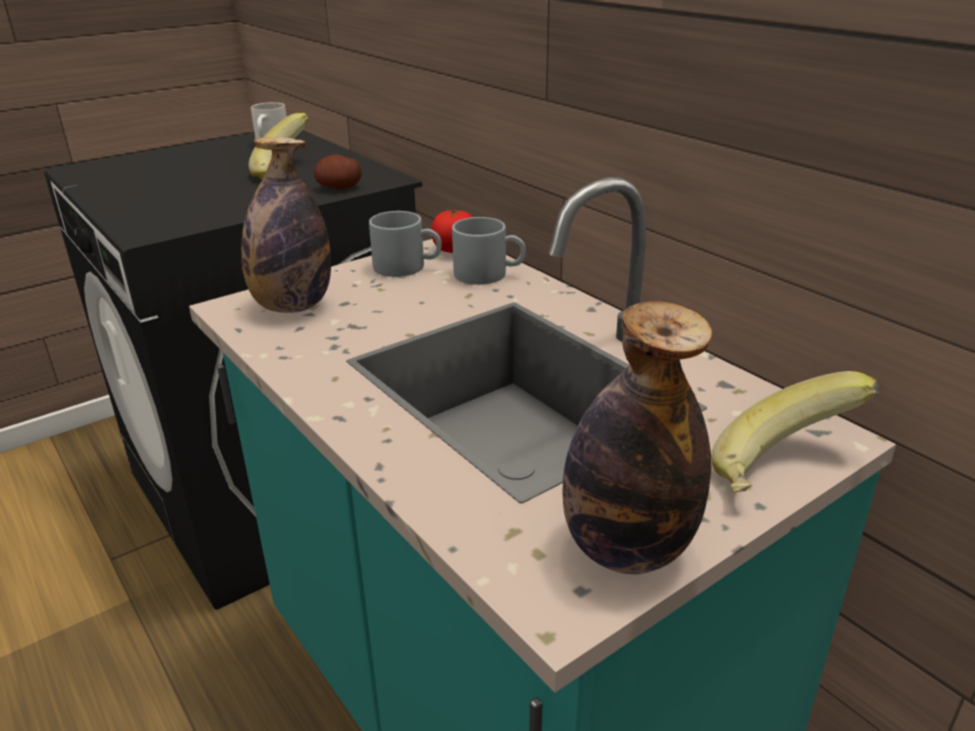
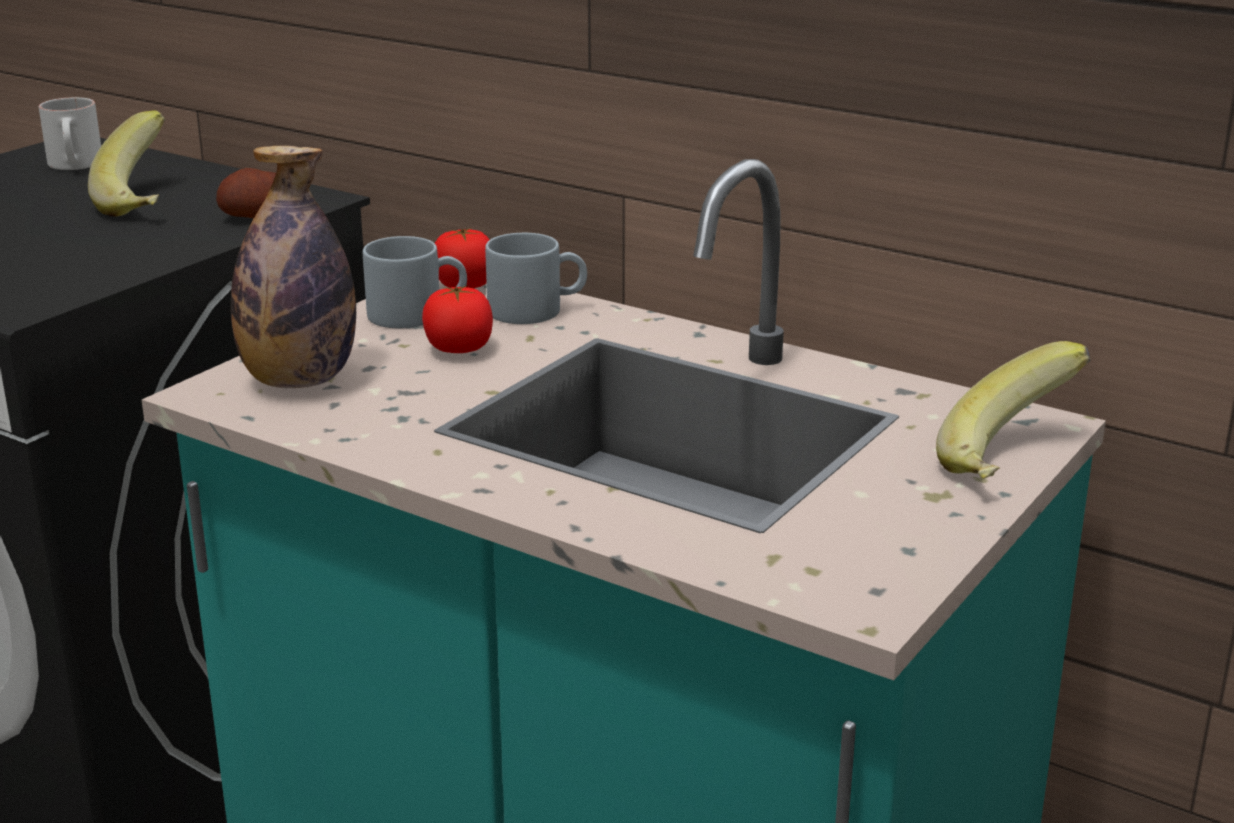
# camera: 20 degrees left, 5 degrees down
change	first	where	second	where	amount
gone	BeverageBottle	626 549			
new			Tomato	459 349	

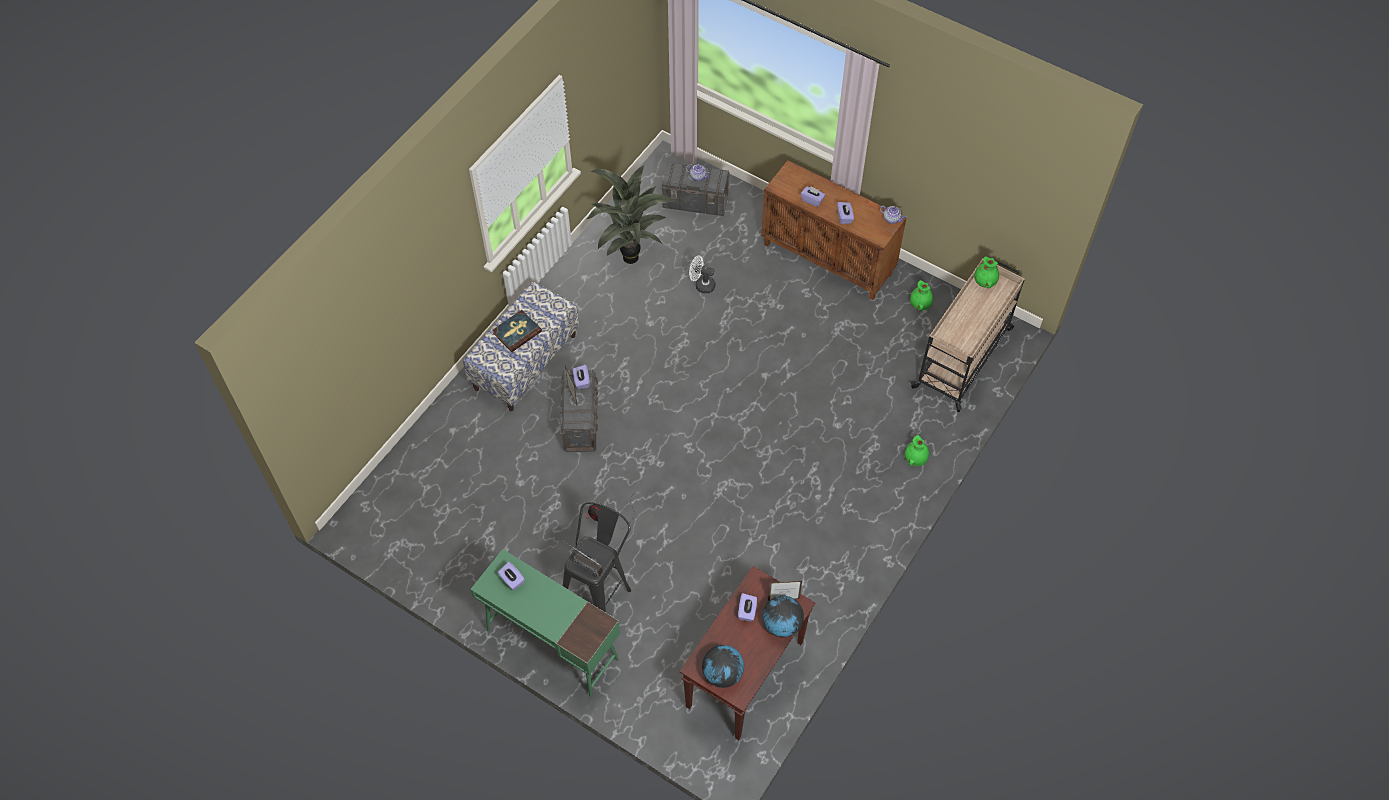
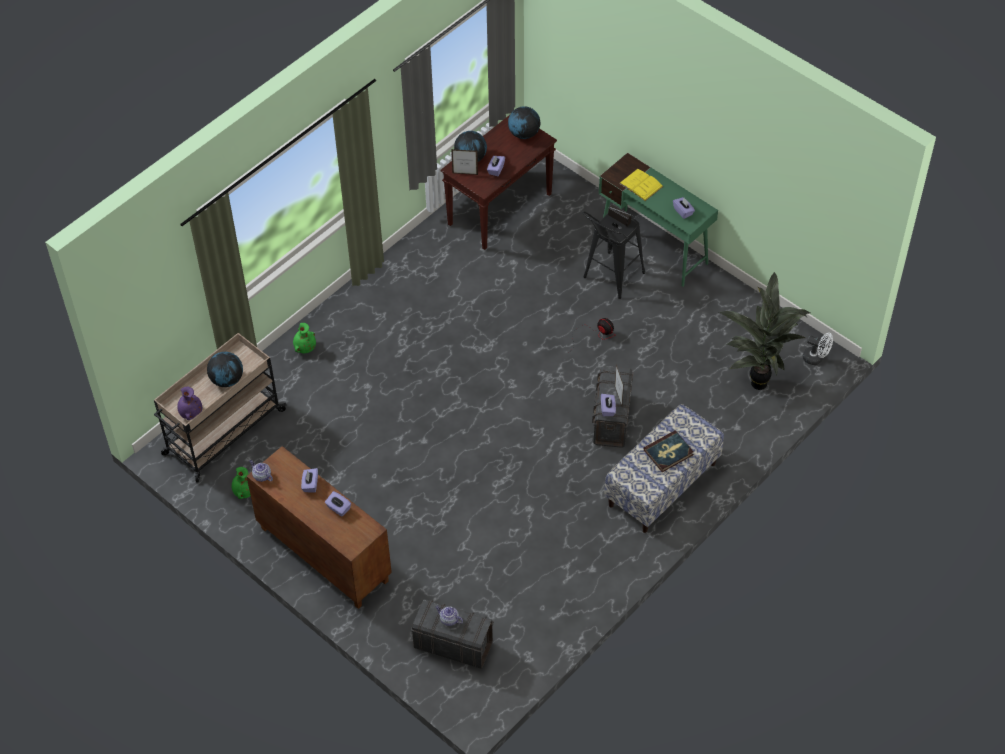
# camera: 170 degrees left, 5 degrees down
change	first	where	second	where	amount
shifted	Houseplant	631 260		759 380	
shifted	WhiteElectricFan	701 285		816 358	
repainted	GreenFlowerVase	985 281	PurplishFlowerVase	190 413	
new			WorldGlobe	227 380	
new			YellowVolume	641 185	

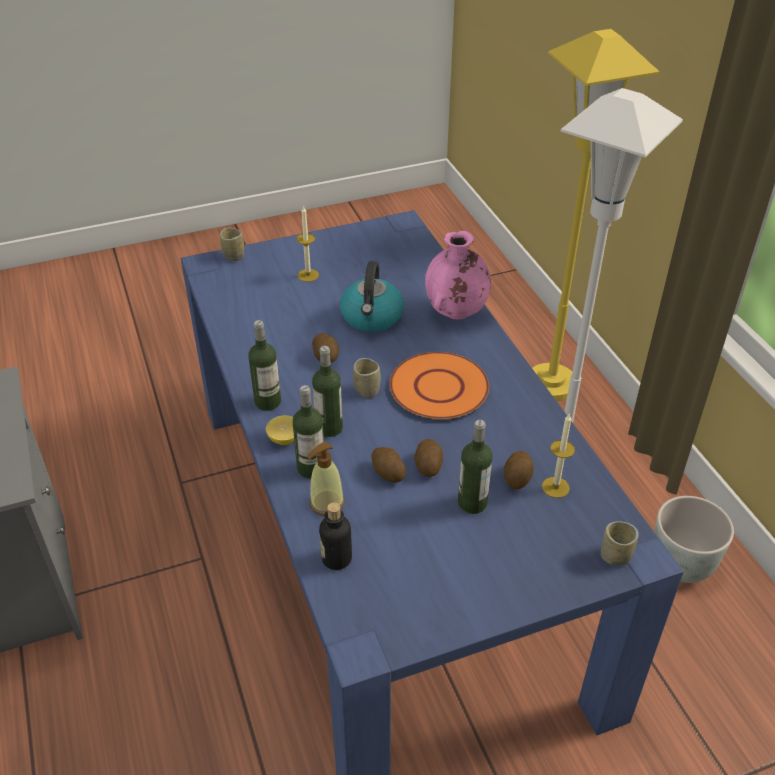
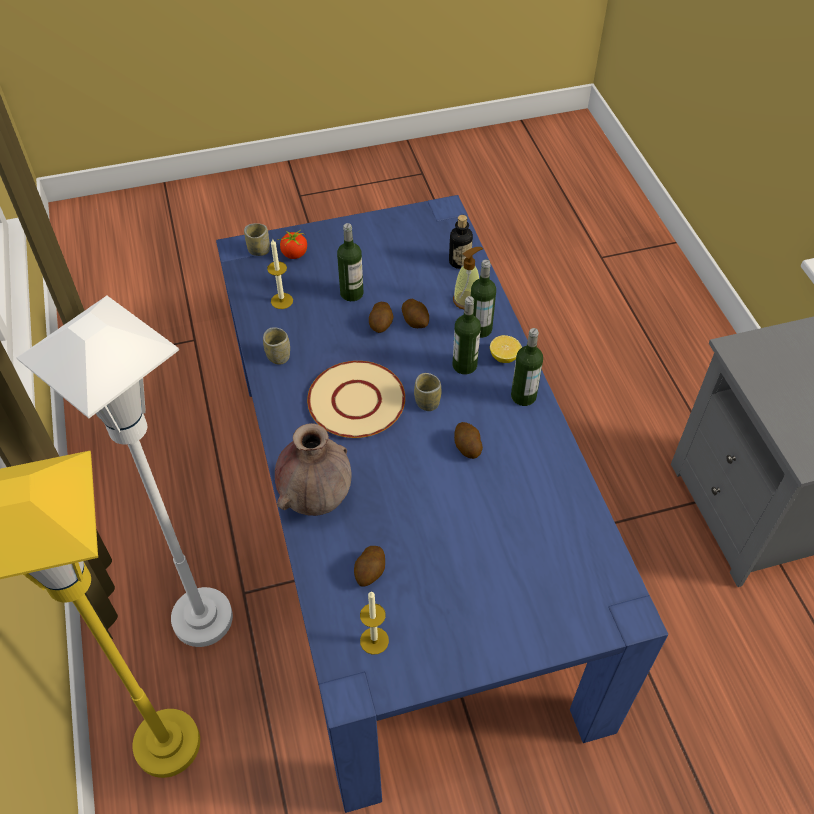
# camera: 175 degrees left, 10 degrees up
change	first	where	second	where	amount
shifted	DrinkingCup	233 256		278 356	
shifted	WaxCandle	308 275		374 640	
gone	WaterKettle	372 317			
repainted	OrangePlate	438 387	SandColouredPlate	357 401	
repainted	PinkishFlowerVase	456 314	BrownishFlowerVase	316 499	
shifted	WholePotato	517 478		370 572	
gone	GreyishPlanter	682 564			
new			Tomato	294 254	

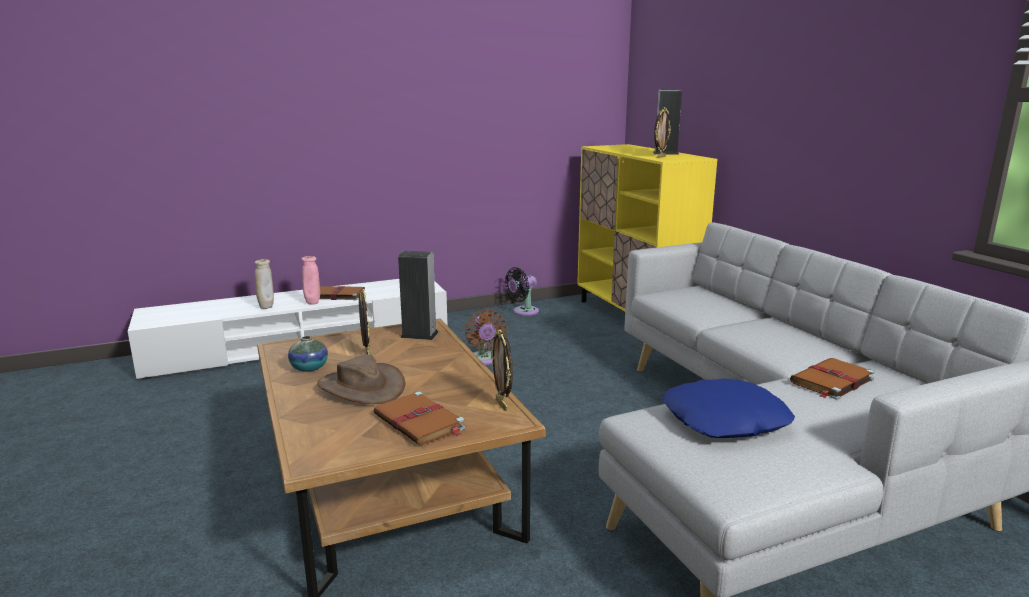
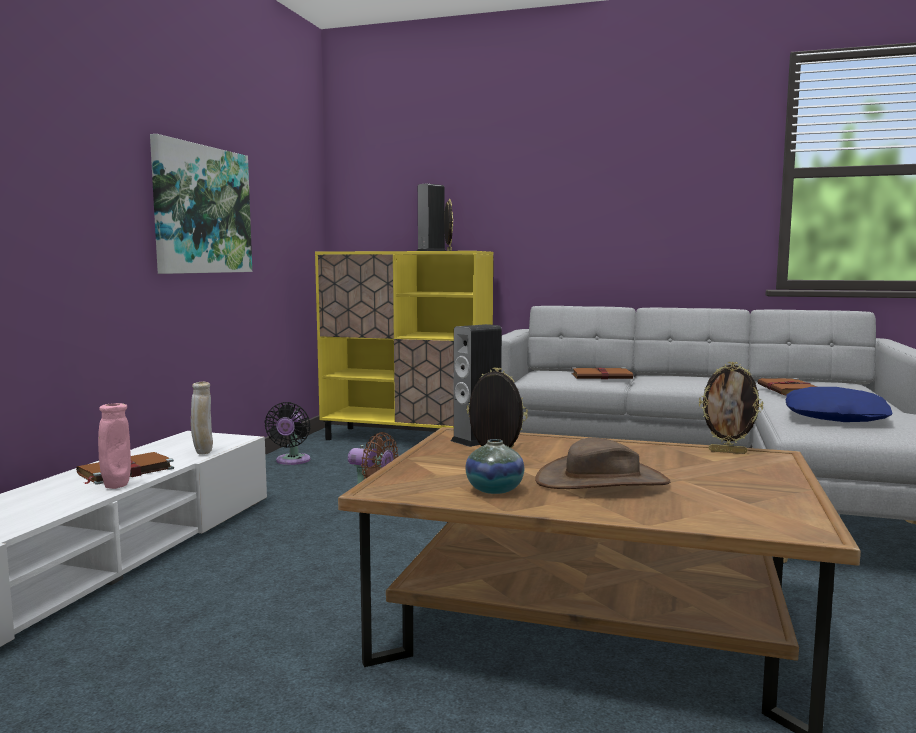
# camera: 50 degrees left, 10 degrees down
change	first	where	second	where	amount
shifted	SandColouredFlowerVase	266 307		203 453	
shifted	BrownishVolume	420 422		602 376	
new			WallArt	202 210	

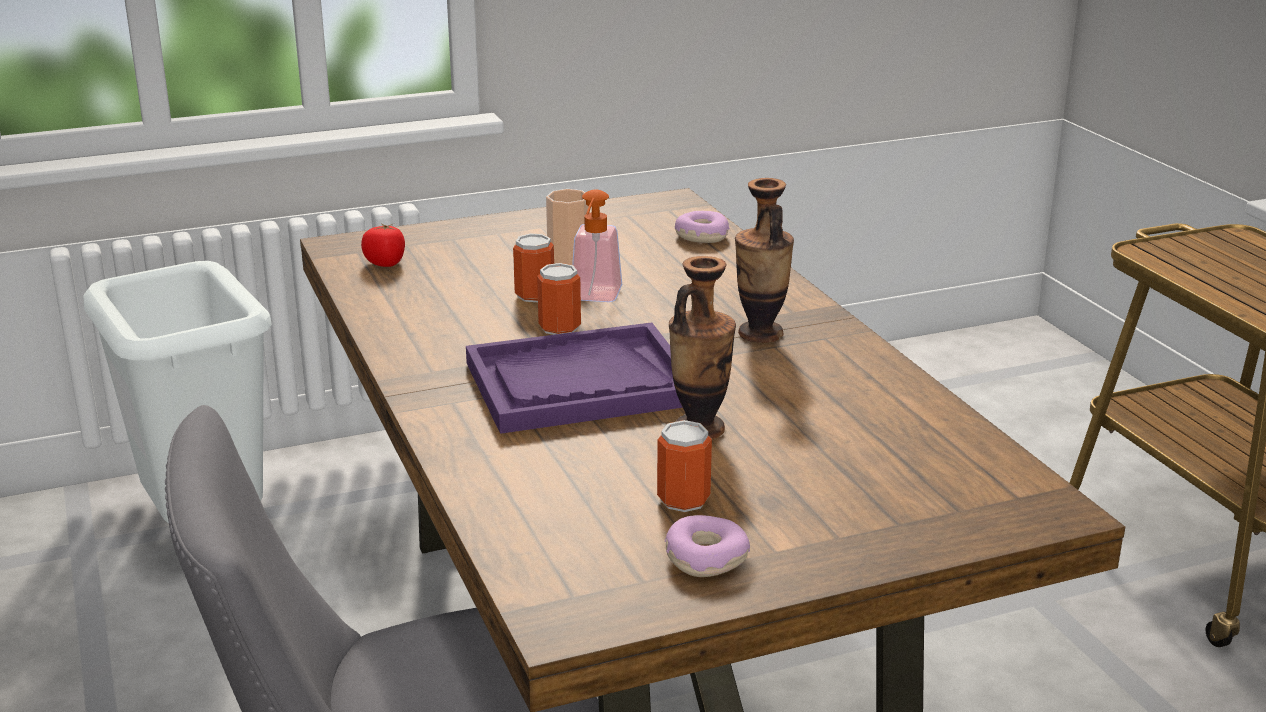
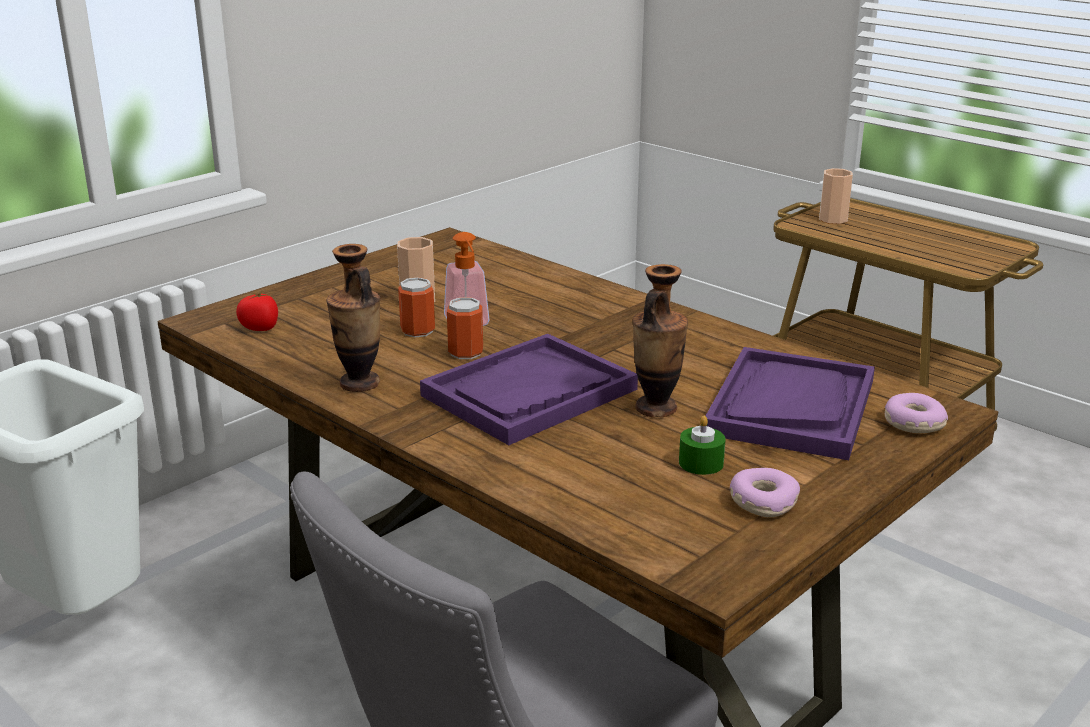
# camera: 25 degrees left, 0 degrees up
change	first	where	second	where	amount
swapped	MetalCan	683 500	GreenWaxCandle	701 463	
shifted	Doughnut	701 236		913 423	
shifted	FlowerVase	760 334		359 383	
new			PurplishCarryingTray	791 406	
new			DrinkingCup	833 219	

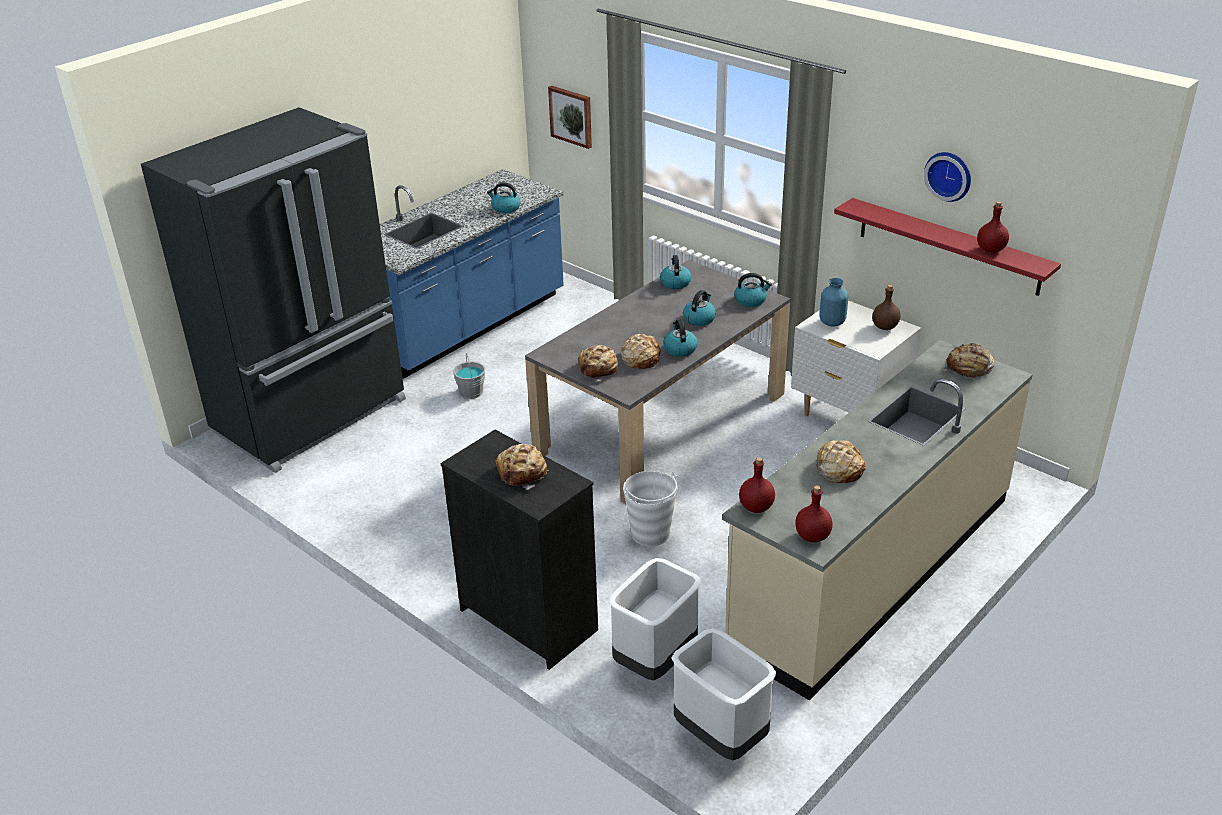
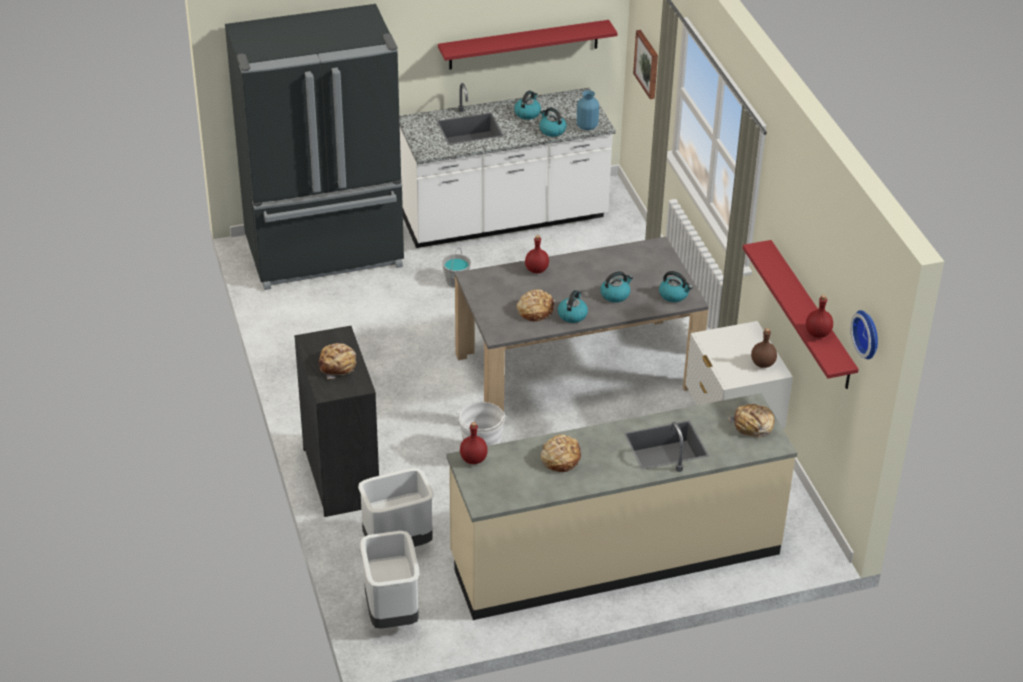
# camera: 30 degrees right, 5 degrees up
change	first	where	second	where	amount
repainted	BlueKitchenCounter	465 326	WhiteKitchenCounter	504 218	
gone	BakedBread	599 369			
shifted	WaterKettle	675 283		527 113	
shifted	RedColouredBeverageBottle	812 537		536 270	
shifted	BlueFlowerVase	832 322		587 126	
shifted	HangingClock	949 175		868 334	
new			RedColouredWallShelf	524 44	

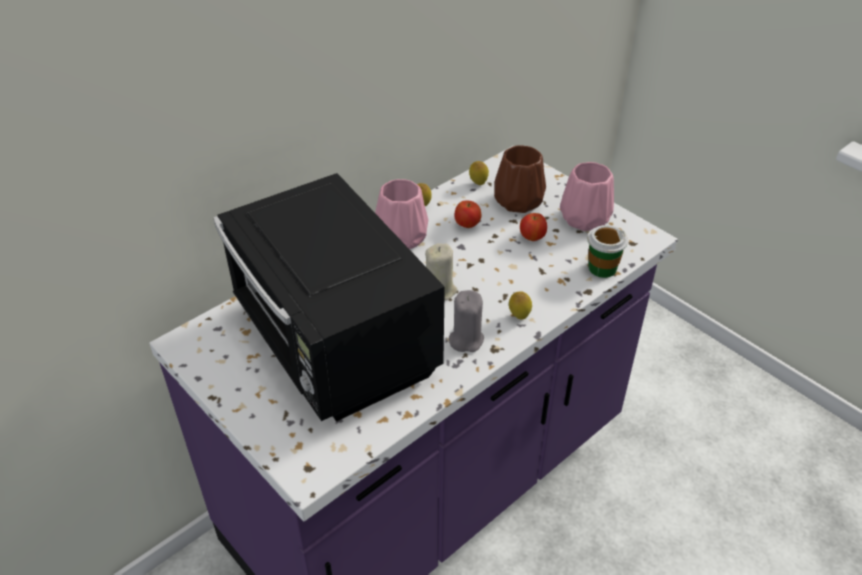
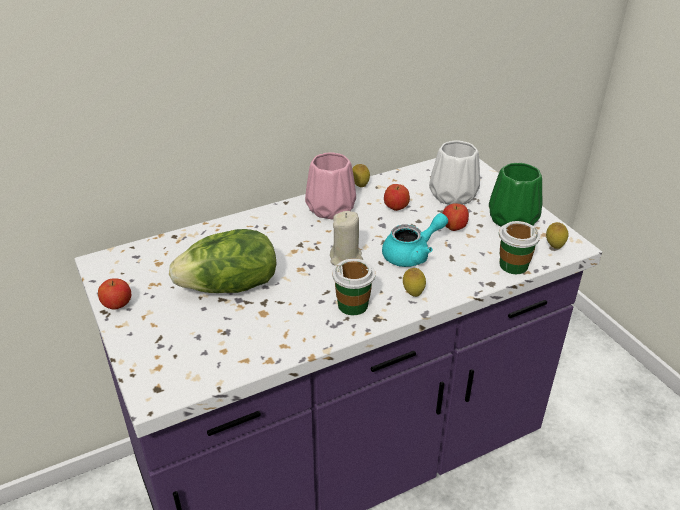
# camera: 15 degrees right, 5 degrees down
change	first	where	second	where	amount
swapped	BlackColouredMicrowave	334 344	HeadOfLettuce	230 287	
swapped	GreyishWaxCandle	466 339	DrinkingCup	353 305	
shifted	CitrusFruit	478 184		554 247	
repainted	BrownishFlowerVase	517 201	WhiteFlowerVase	451 195	
repainted	PinkishFlowerVase	584 217	GreenFlowerVase	512 218	
new			WholeApple	117 305	
new			TurquoiseColouredTeapot	412 254	

